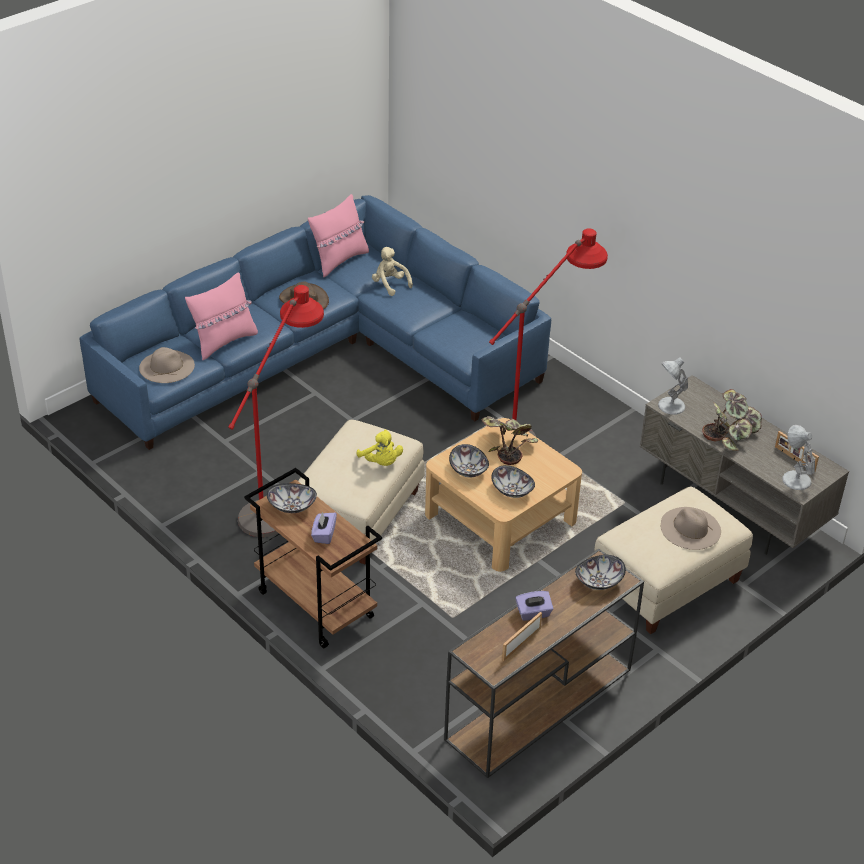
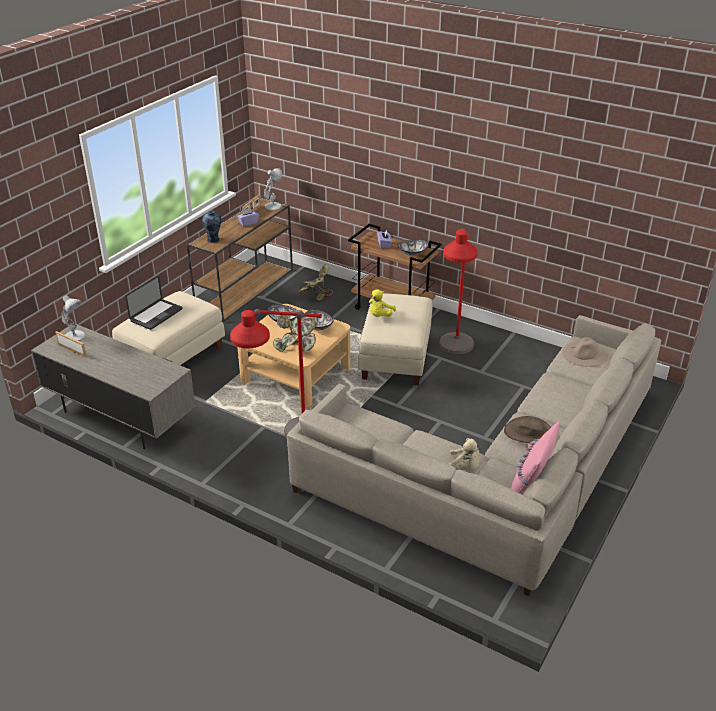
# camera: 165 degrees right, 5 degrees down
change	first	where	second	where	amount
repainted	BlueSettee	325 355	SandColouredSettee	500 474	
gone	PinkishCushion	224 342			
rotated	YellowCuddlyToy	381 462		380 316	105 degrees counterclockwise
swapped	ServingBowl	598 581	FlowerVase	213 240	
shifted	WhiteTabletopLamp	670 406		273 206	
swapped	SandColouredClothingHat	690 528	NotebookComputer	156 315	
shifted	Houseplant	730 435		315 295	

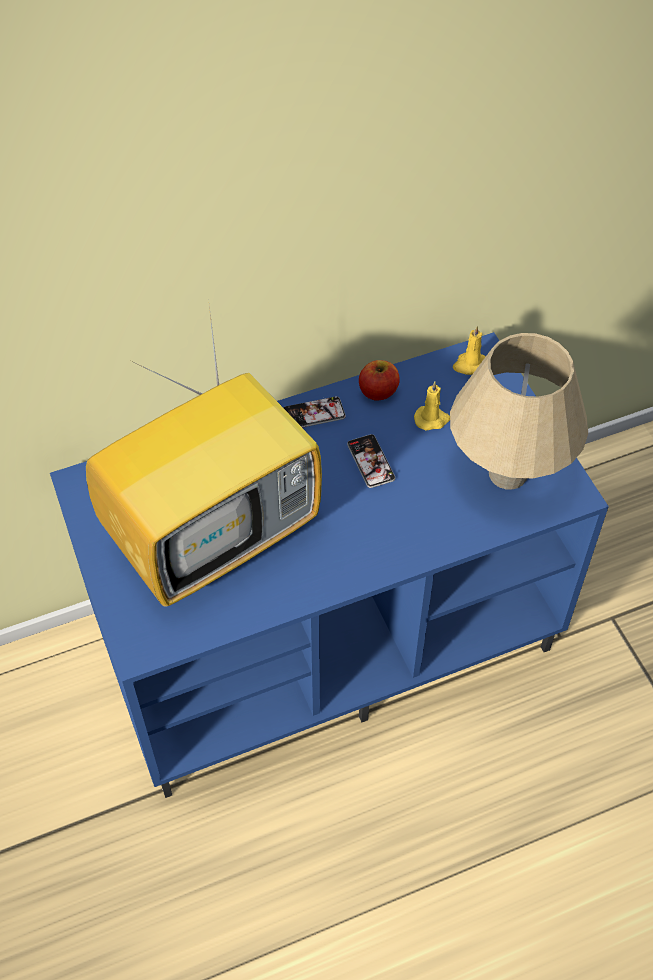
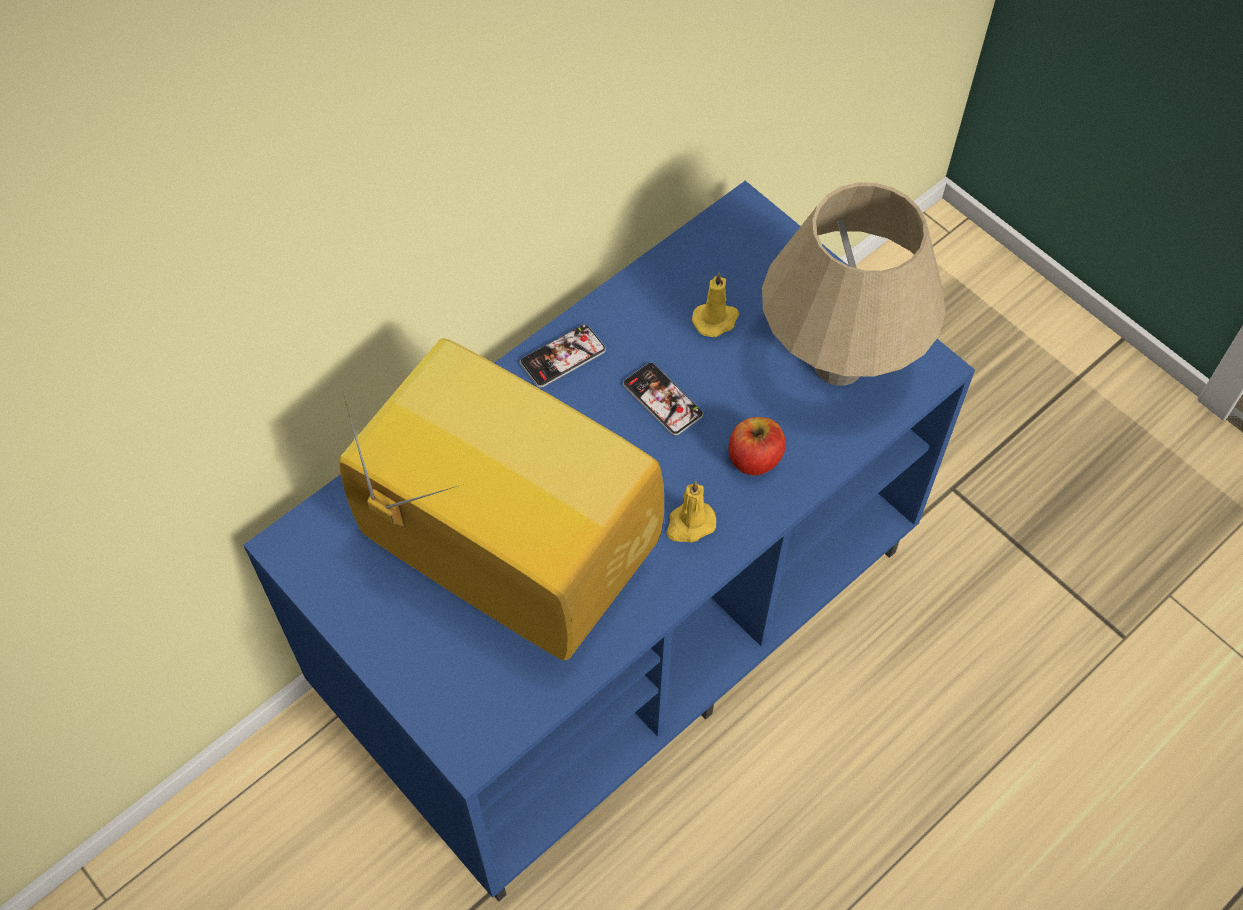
# camera: 20 degrees left, 5 degrees up
change	first	where	second	where	amount
rotated	TvSet	215 533		503 558	90 degrees counterclockwise
shifted	WholeApple	378 391		754 458	
shifted	YellowWaxCandle	469 365		689 524	

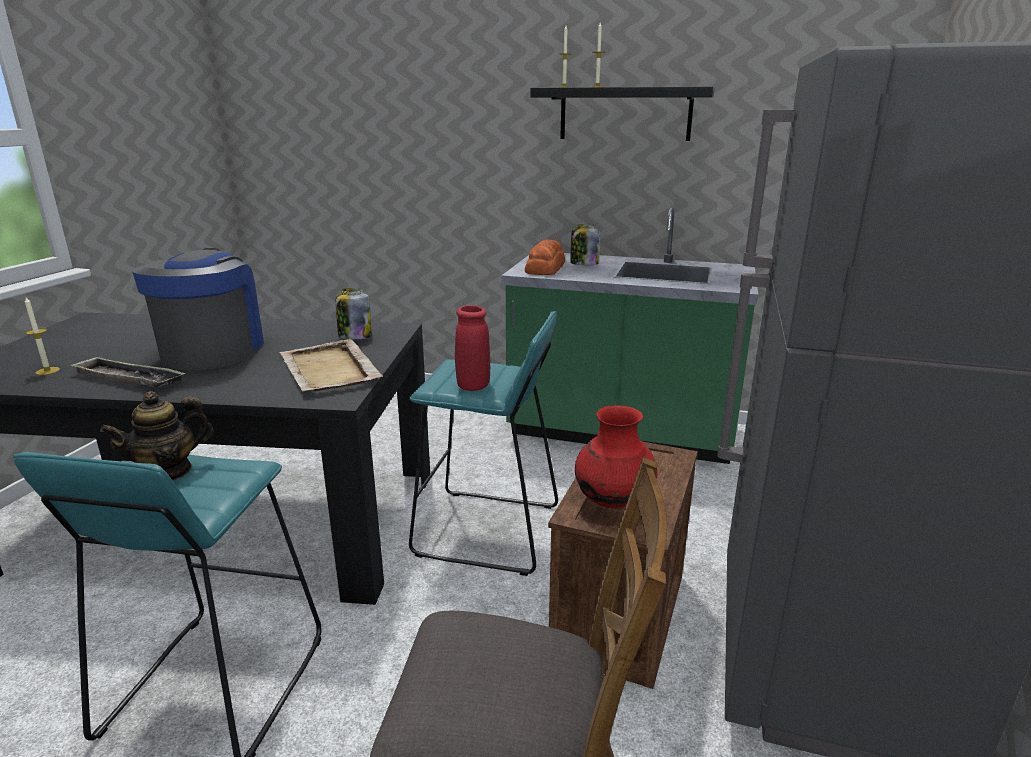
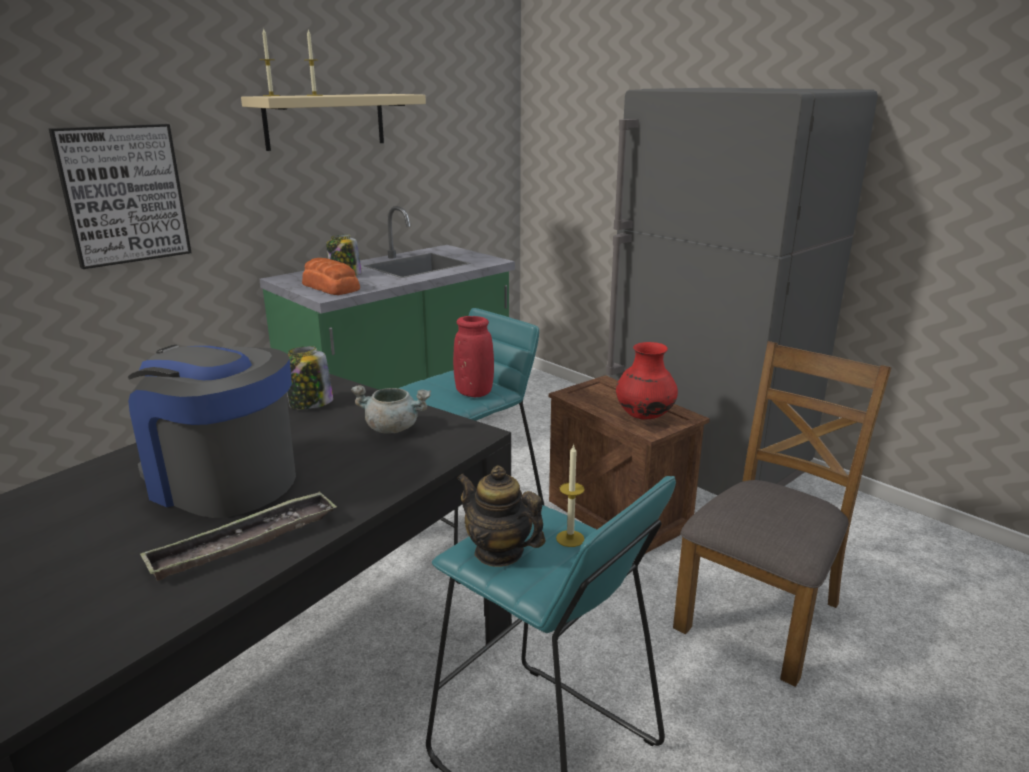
# camera: 60 degrees left, 0 degrees up
change	first	where	second	where	amount
shifted	WaxCandle	47 371		570 538	
rotated	Teapot	168 471		499 552	135 degrees clockwise
swapped	SandColouredCarryingTray	329 370	GreyishCookingPot	393 428	
repainted	BlackColouredWallShelf	625 114	SandColouredWallShelf	325 121	
new			WallArt	123 194	

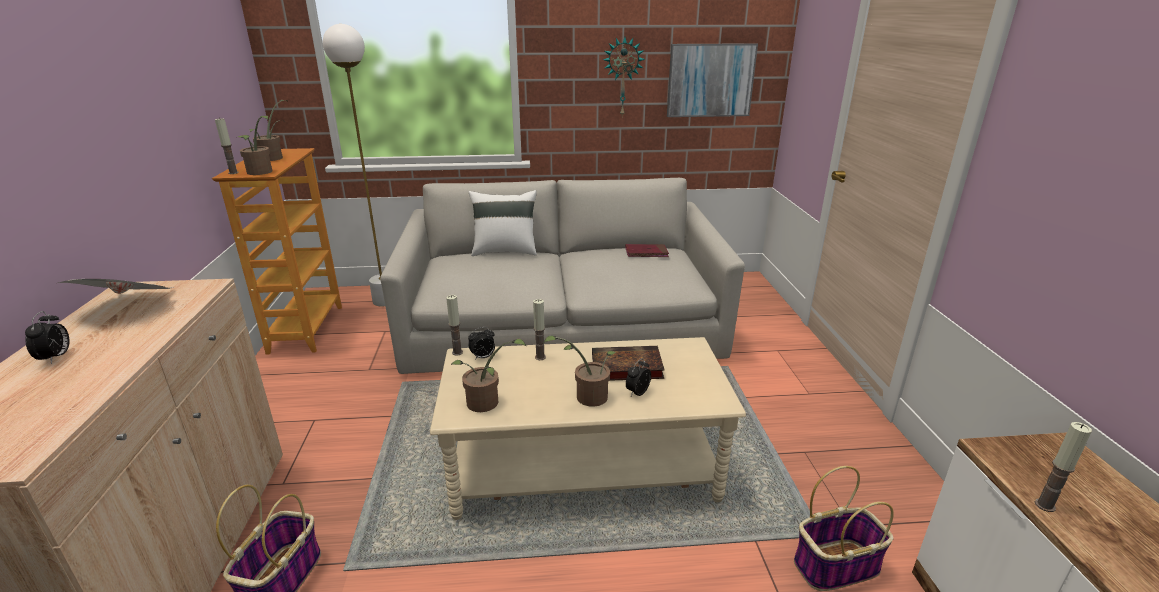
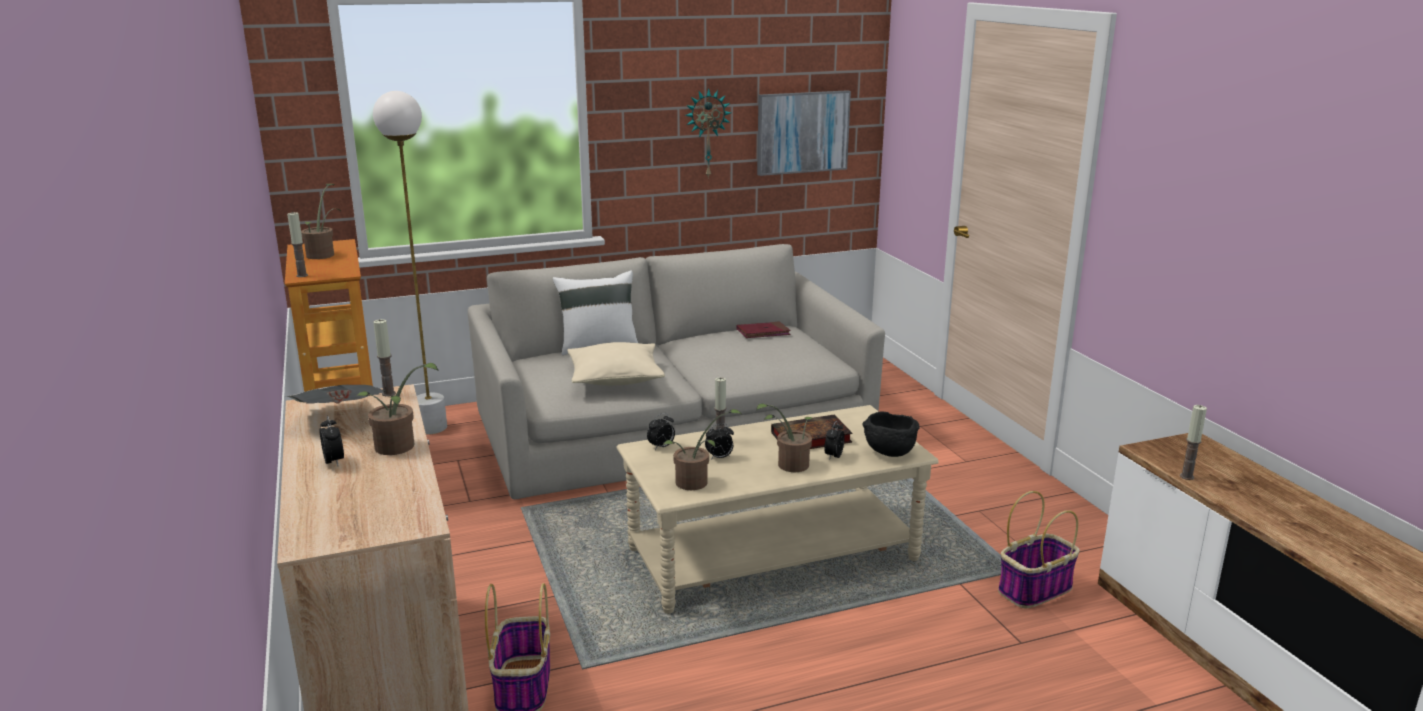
# camera: 15 degrees left, 5 degrees down
change	first	where	second	where	amount
shifted	Houseplant	261 172		399 448	
shifted	WaxCandle	457 352		388 393	
new			SandColouredCushion	615 377	
new			BedsideClock	719 457	
new			BlackColouredServingBowl	888 453	

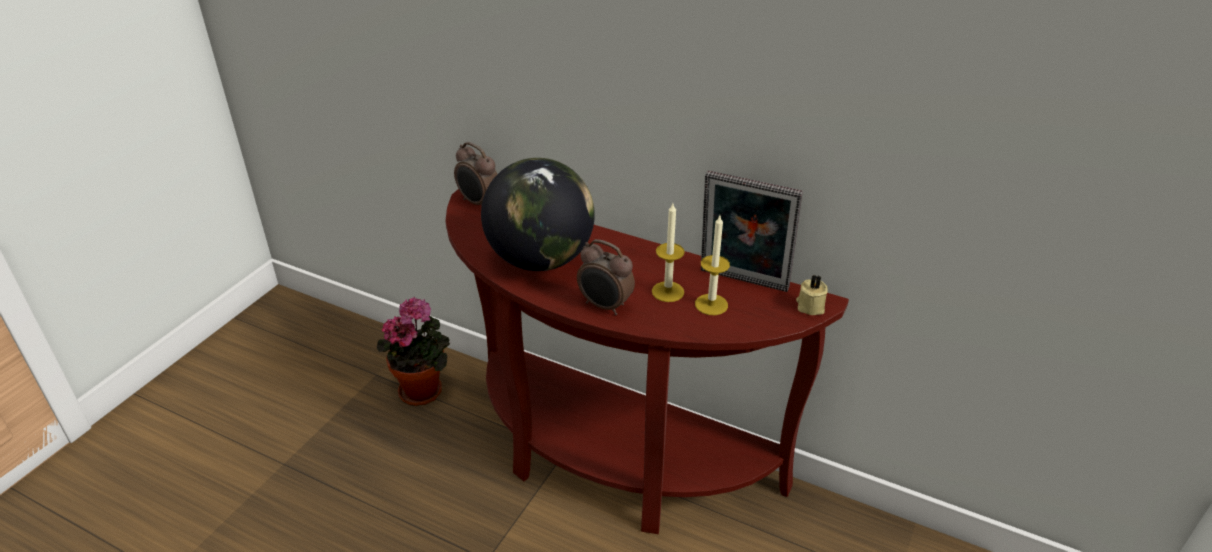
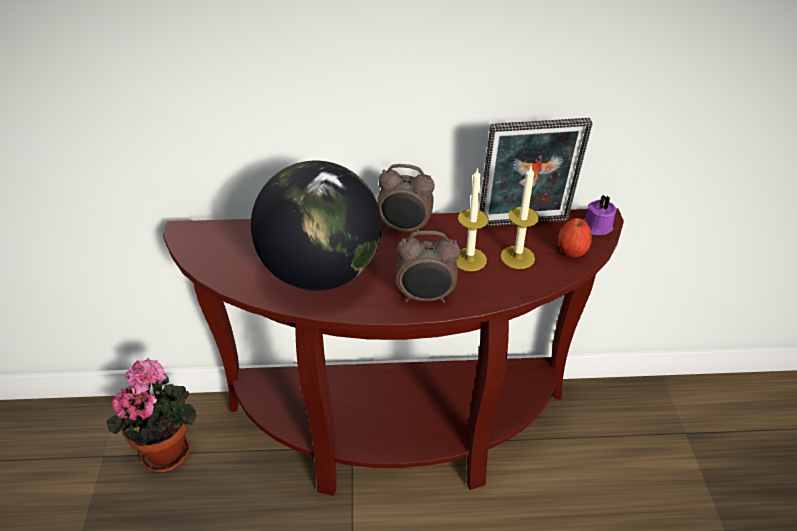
# camera: 30 degrees left, 5 degrees up
change	first	where	second	where	amount
shifted	BedsideClock	478 203		405 229	
repainted	SandColouredWaxCandle	810 306	PurplishWaxCandle	596 226	
new			WholeApple	571 252	

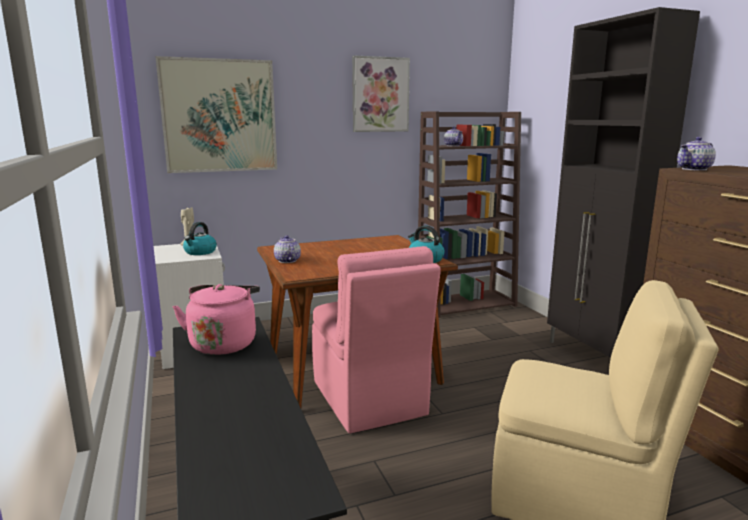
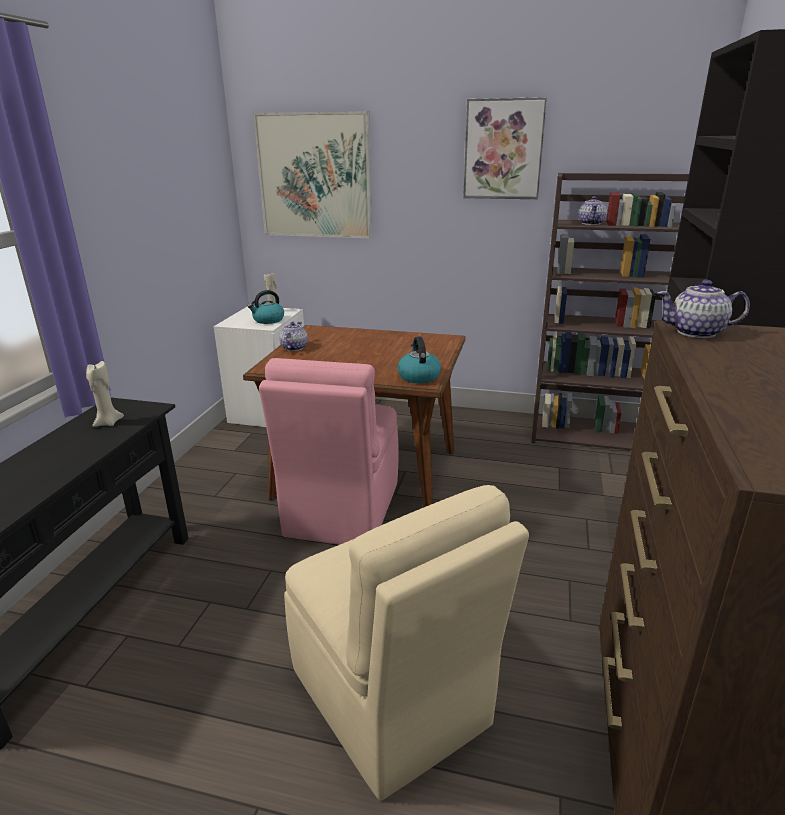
# camera: 35 degrees right, 10 degrees up
change	first	where	second	where	amount
swapped	PinkishWaterKettle	224 343	SandColouredWaxCandle	108 423	

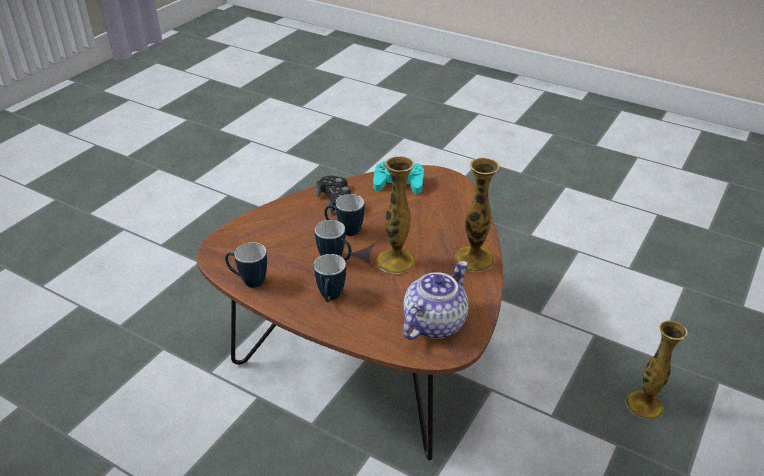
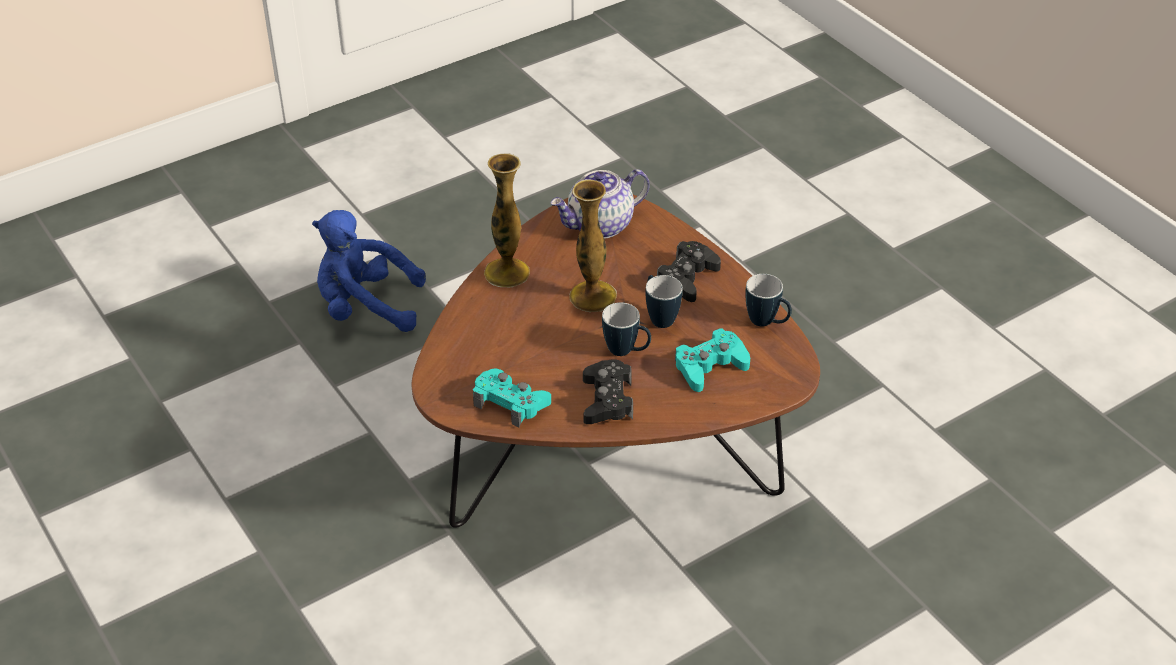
# camera: 155 degrees left, 5 degrees up
change	first	where	second	where	amount
swapped	TeaMug	330 298	BlackColouredJoypad	687 278	
swapped	FlowerVase	644 405	BlueCuddlyToy	366 307	
new			TurquoiseColouredJoypad	710 366	

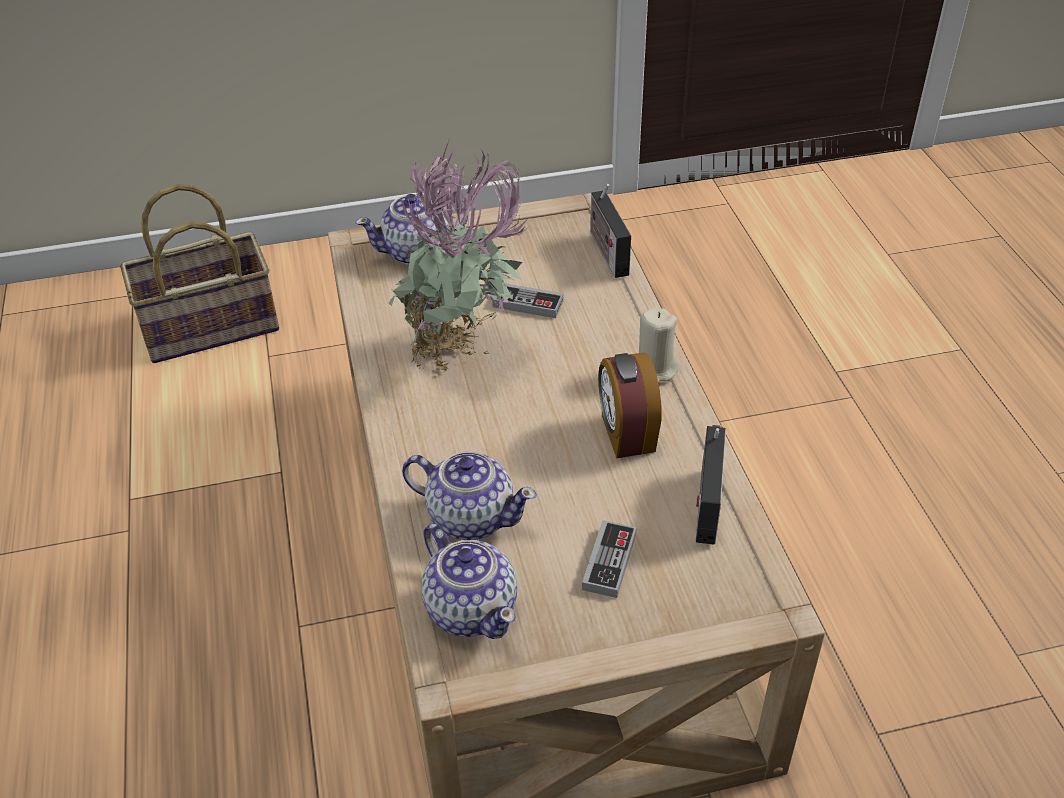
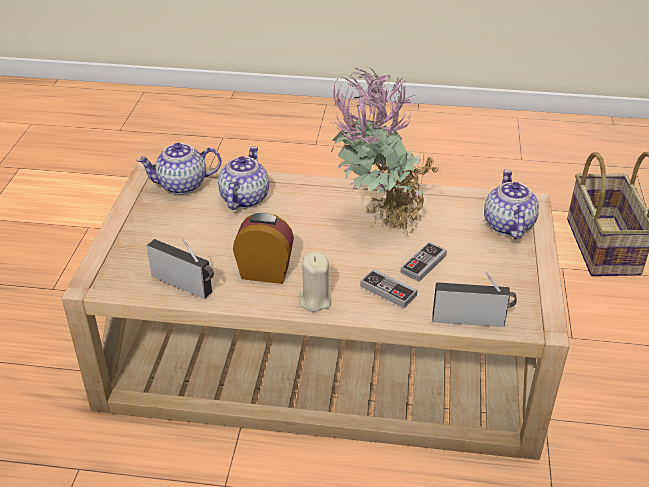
# camera: 110 degrees right, 5 degrees down
change	first	where	second	where	amount
rotated	Teapot	470 516		243 199	150 degrees clockwise
shifted	Joypad	609 561		388 291	

